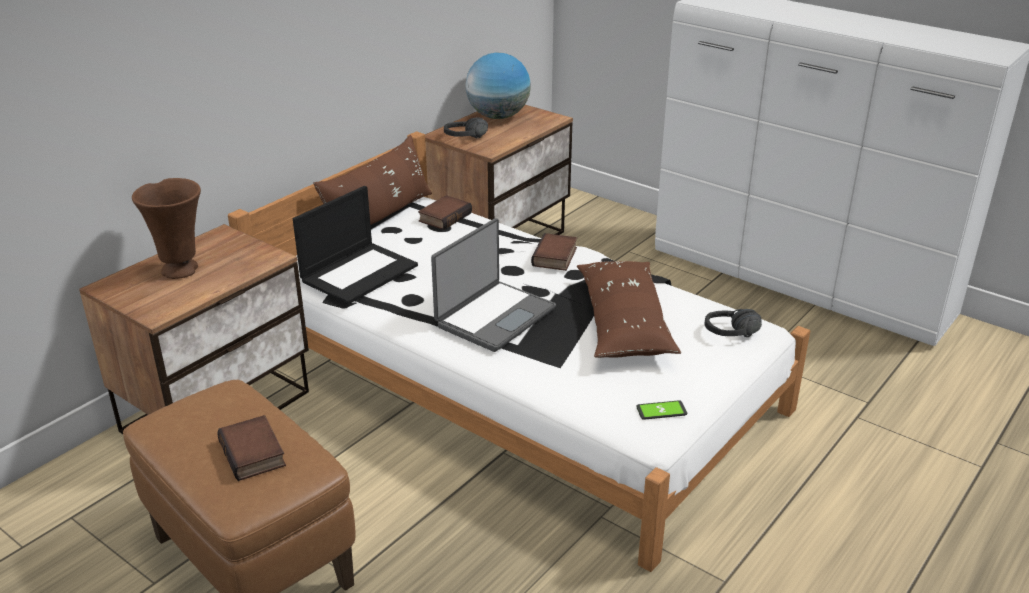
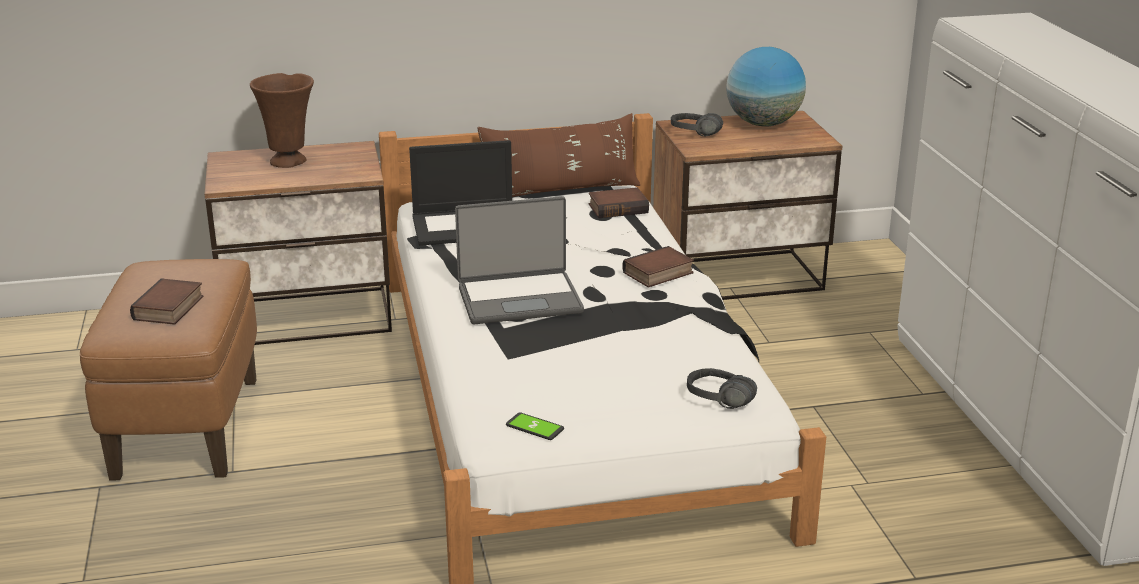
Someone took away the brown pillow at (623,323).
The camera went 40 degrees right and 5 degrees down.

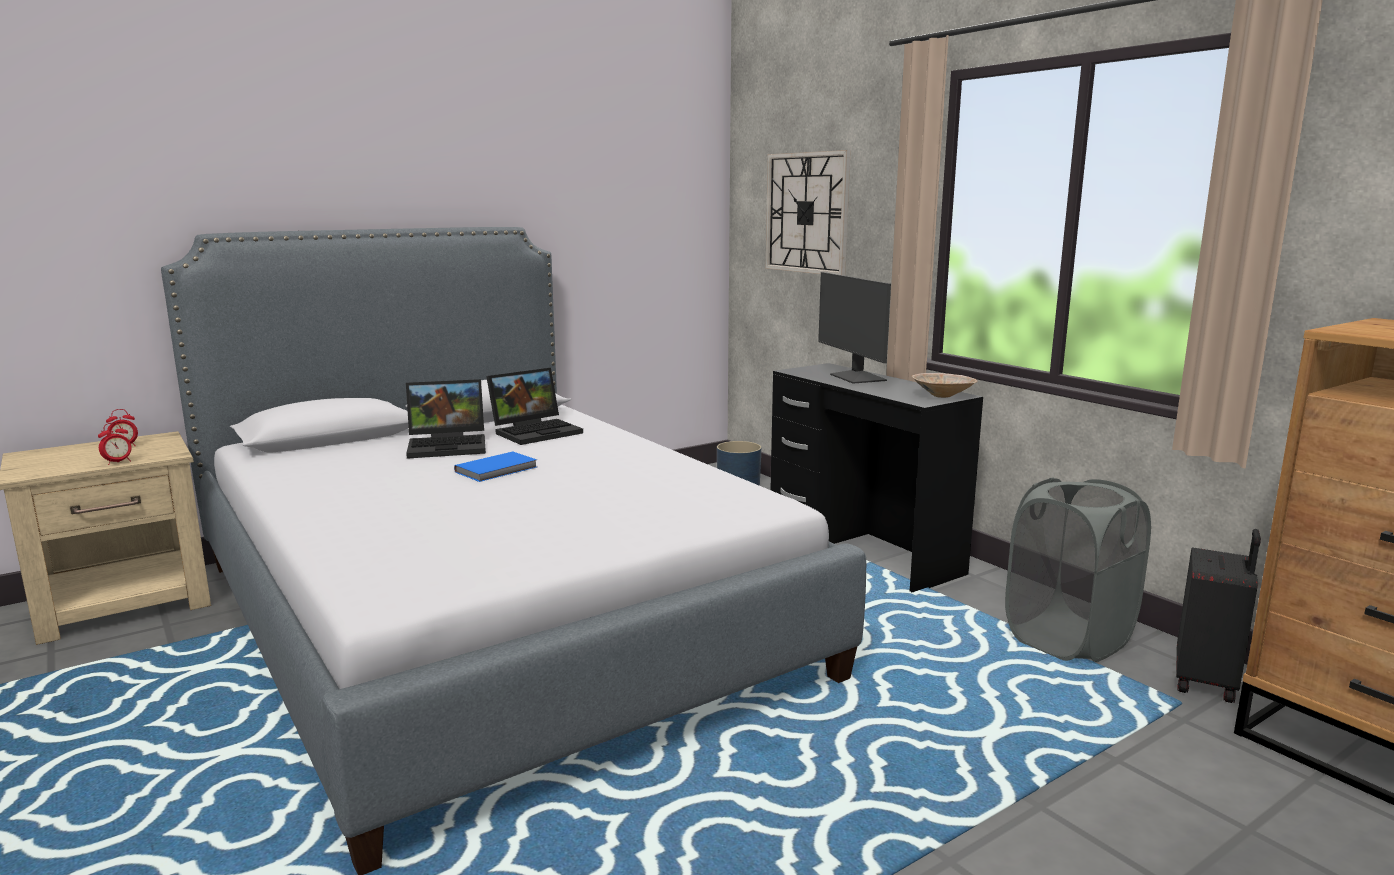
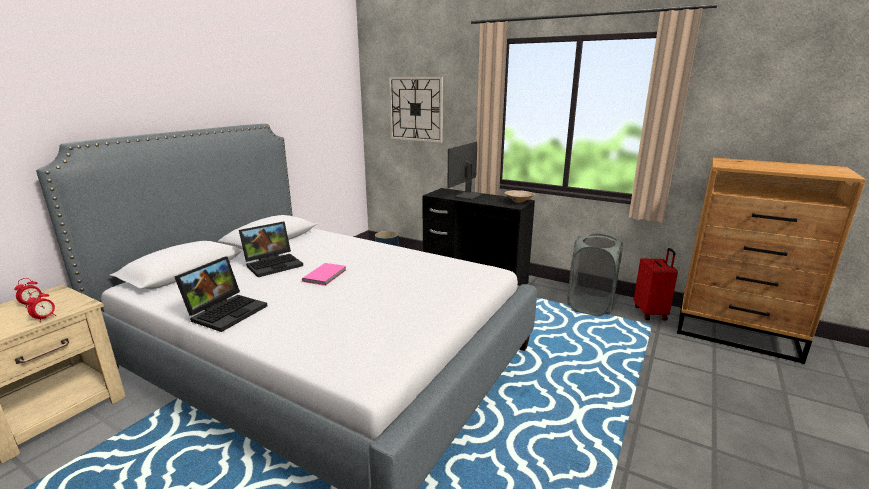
Someone rotated the monitor at (856,378) by 75 degrees clockwise.
Someone carried the laptop from (537,431) to (226,311).
Someone repainted the blue book at (498,469), which became the pink book at (326,275).
Someone repainted the black suitcase at (1207,681), which became the red suitcase at (651,313).
The camera went 25 degrees left and 5 degrees up.

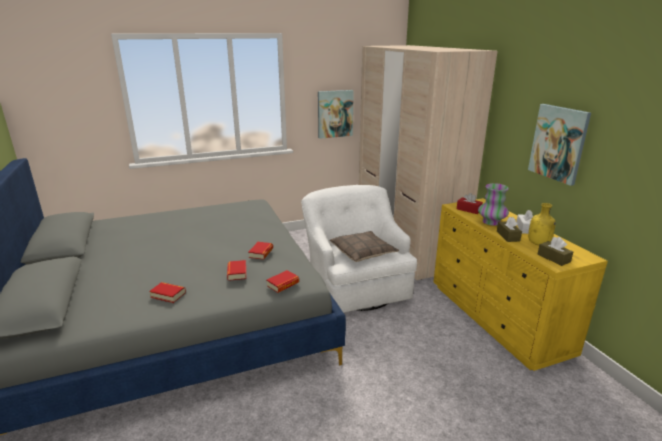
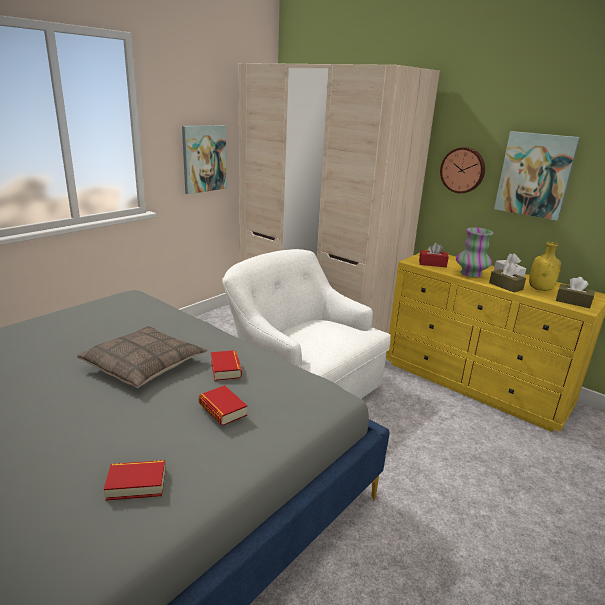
Someone carried the pillow from (363,252) to (144,365).
Someone took away the book at (283,284).
Someone put up the wall clock at (463,170).
The camera went 30 degrees left and 0 degrees up.

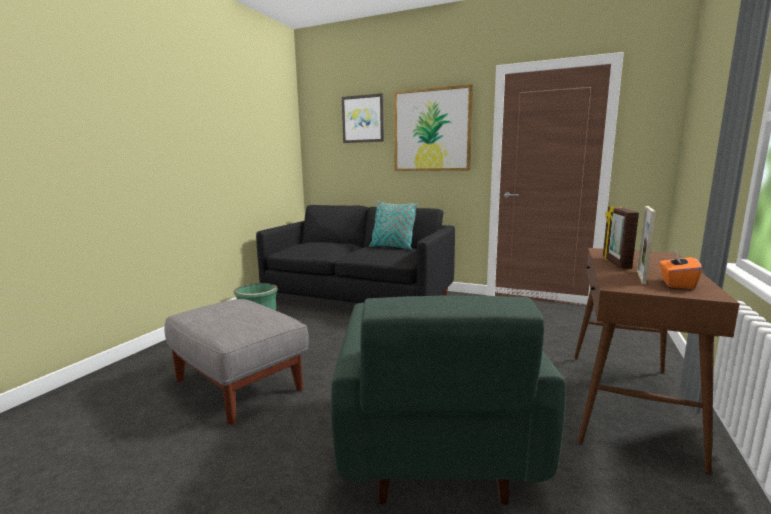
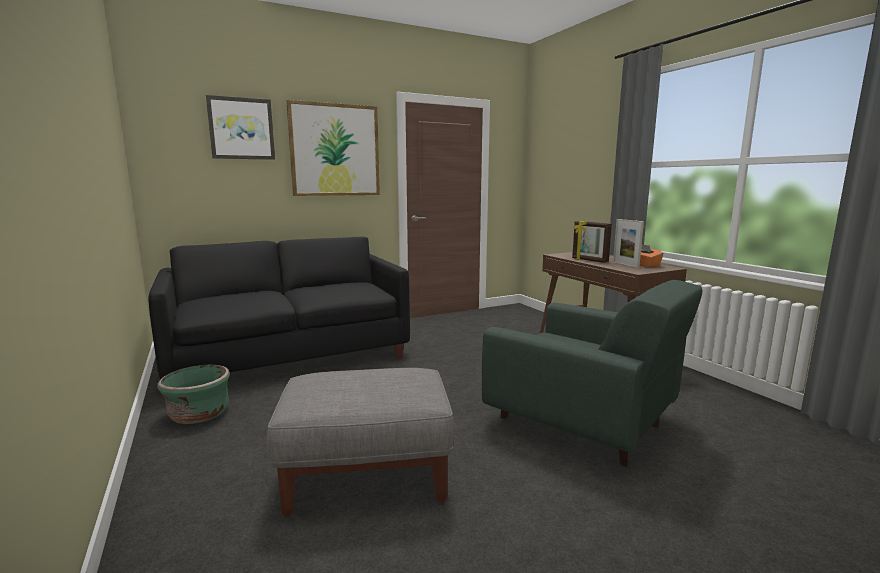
Someone took away the turquoise pillow at (392,247).
The camera went 50 degrees left and 0 degrees up.

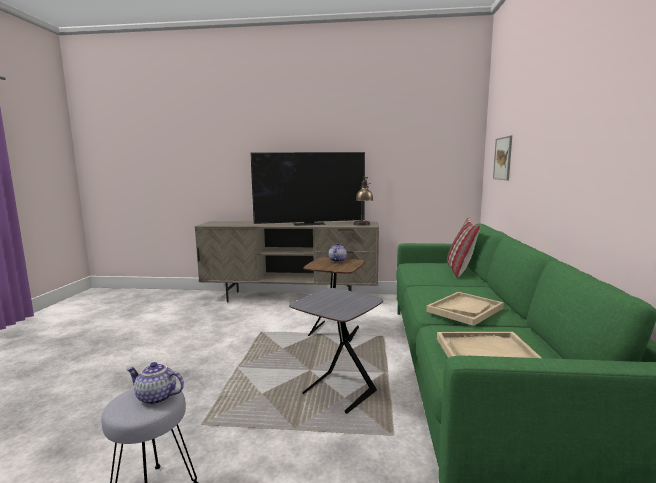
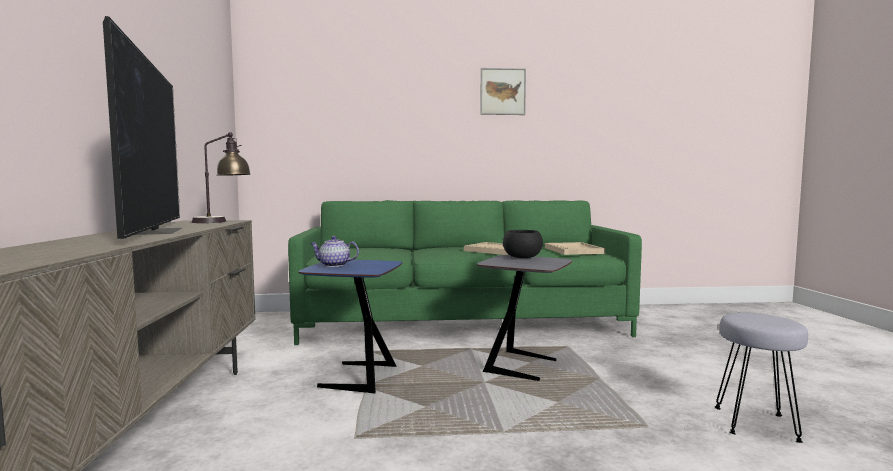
Someone carried the picture from (503,158) to (502,91).
Someone took away the pillow at (459,270).
Someone repainted the brown side table at (335,331), which became the blue side table at (355,377).
Someone took away the teapot at (155,398).
Someone put down the black bowl at (522,257).
The camera went 100 degrees left and 5 degrees down.

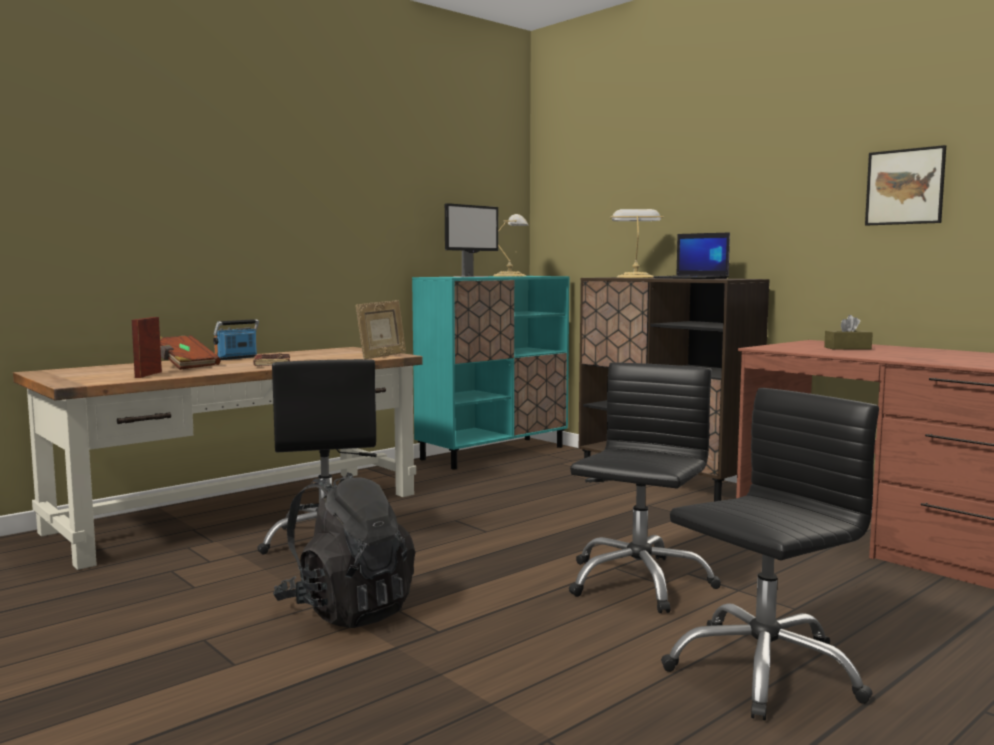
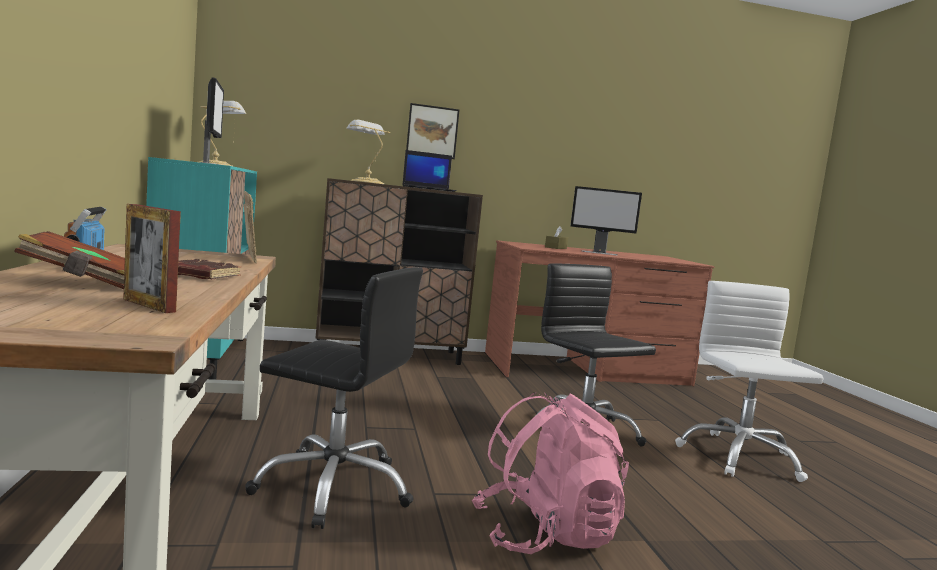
Someone carried the picture from (904,187) to (432,131).
Someone repainted the black office chair at (763,670), which became the white office chair at (739,457).
Someone repainted the black backpack at (347,610), which became the pink backpack at (545,535).
Someone put down the monitor at (599,253).
The camera went 60 degrees left and 0 degrees up.

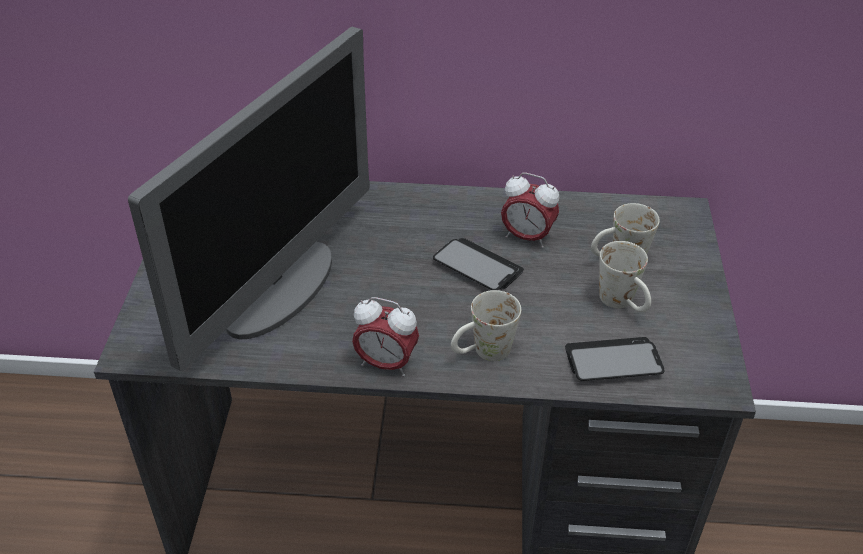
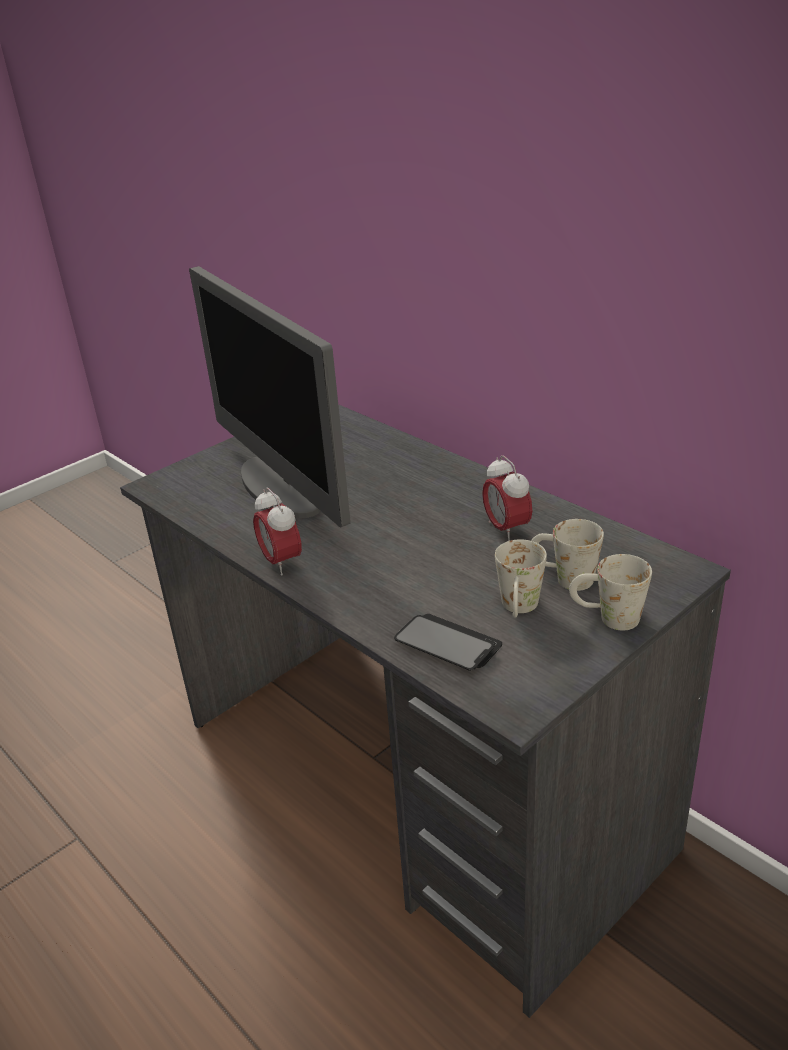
Someone rotated the monitor at (281,289) by 75 degrees clockwise.
Someone took away the phone at (477,266).
Someone carried the white mug from (482,353) to (607,618).
The camera went 45 degrees right and 10 degrees down.

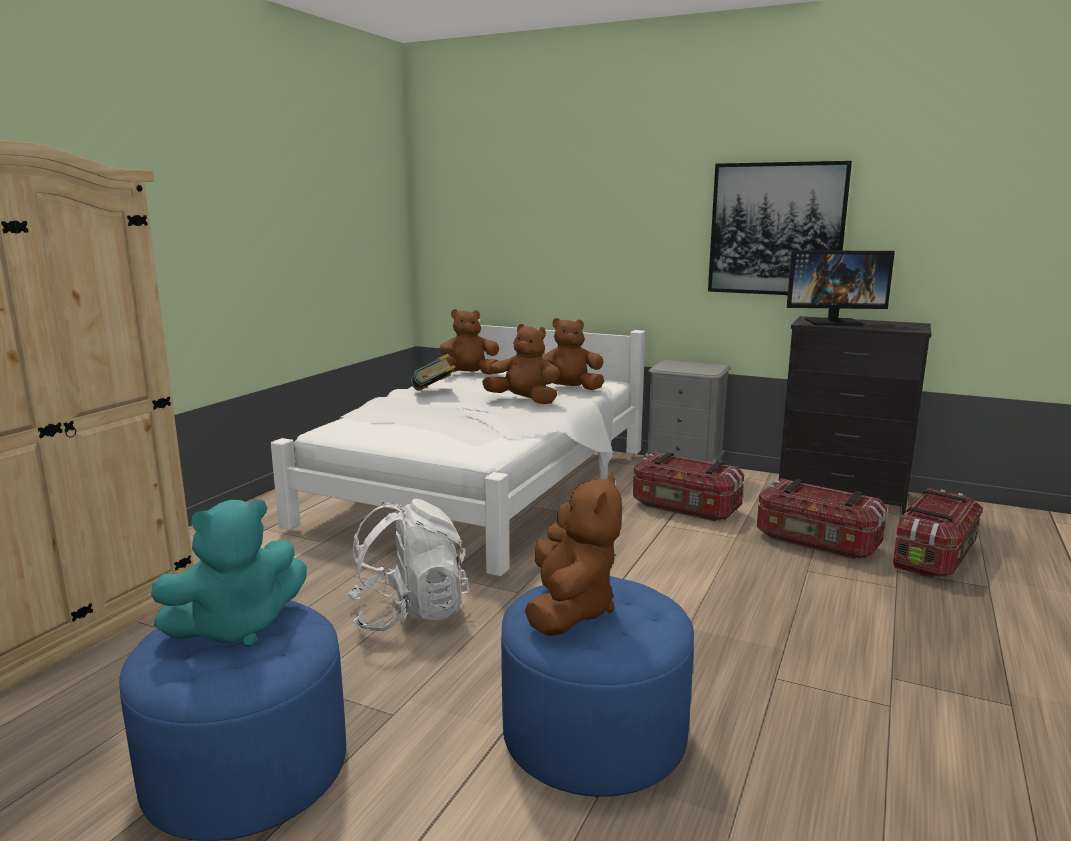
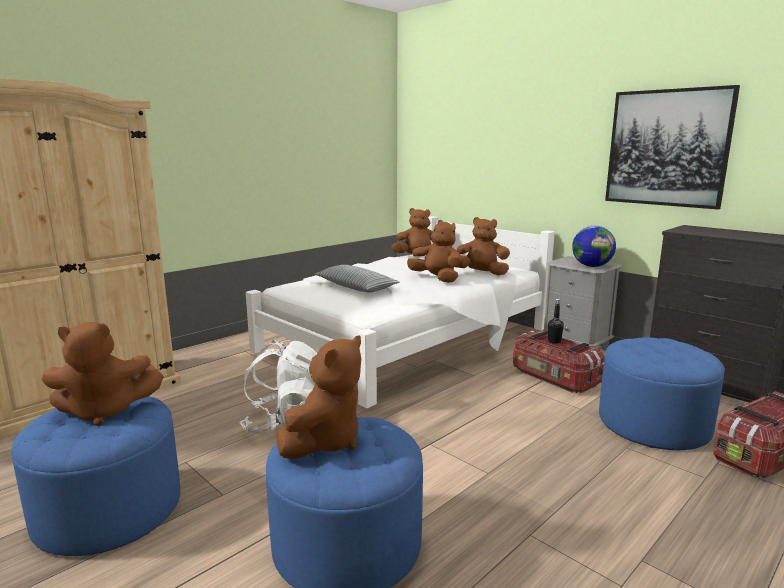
Someone took away the monitor at (833,322).
Someone took away the book at (433,392).
Someone swapped the storage box at (816,542) for the blue ottoman at (653,424).
Someone repainted the turquoise plush toy at (237,628), which became the brown plush toy at (105,411).
Someone put down the globe at (592,266).
Someone put down the pillow at (356,287).
Someone put down the black bottle at (554,341).
The camera went 20 degrees right and 0 degrees up.

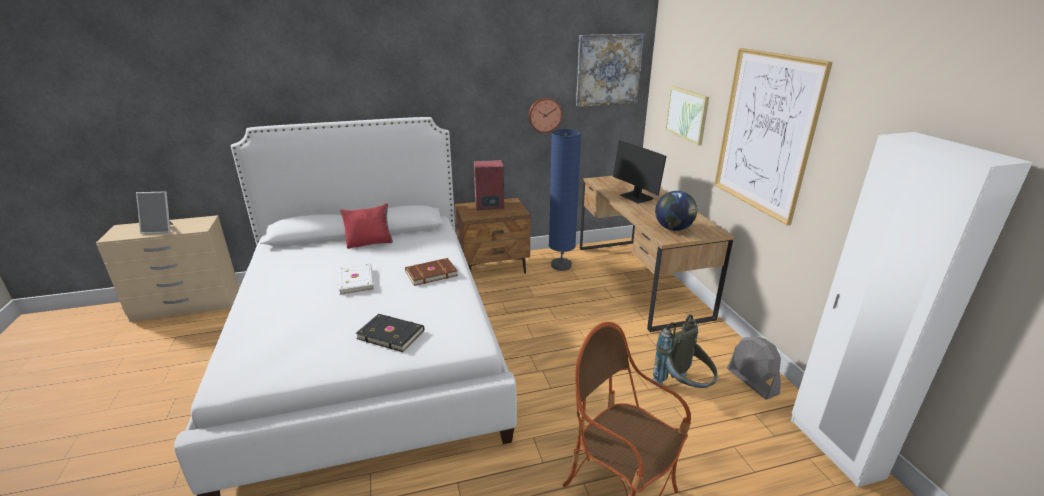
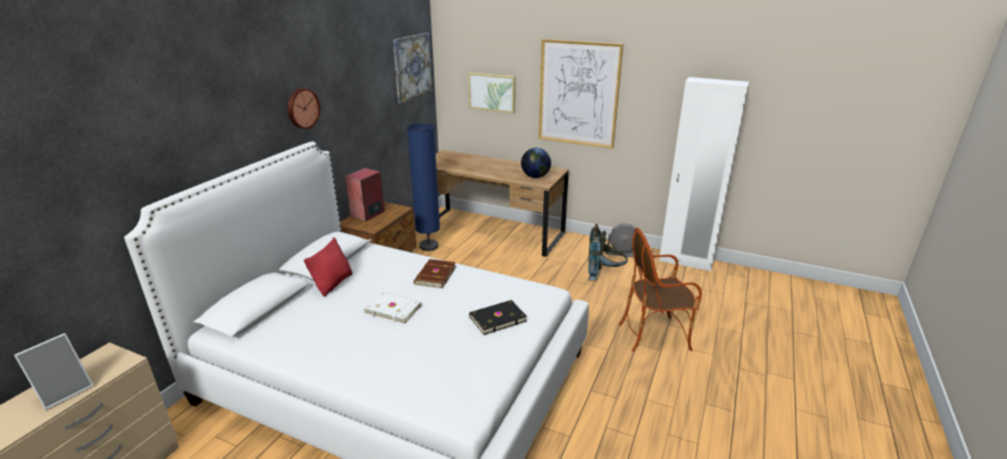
Someone carried the wall clock from (544,115) to (302,108).
Someone took away the monitor at (636,197).
The camera went 50 degrees left and 0 degrees up.

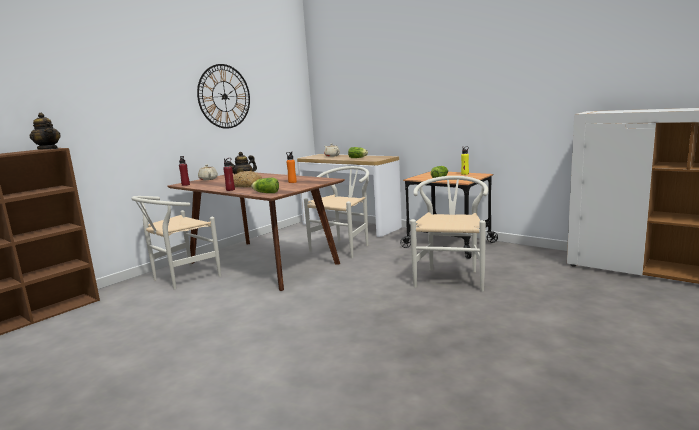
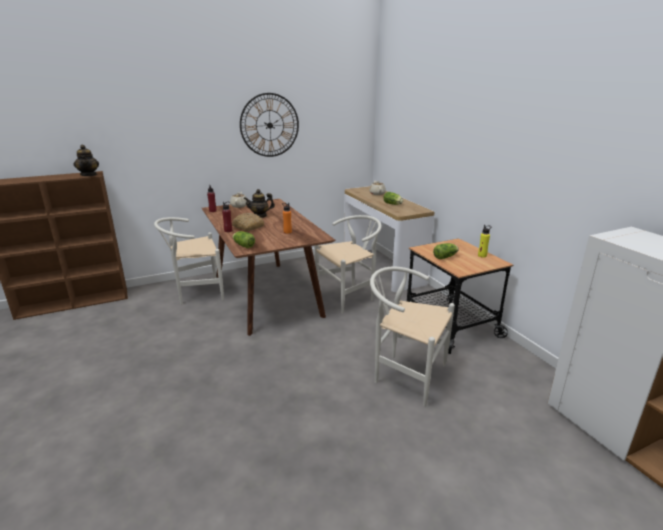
Someone rotated the white chair at (451,277) by 105 degrees counterclockwise.
The camera went 25 degrees right and 10 degrees up.

